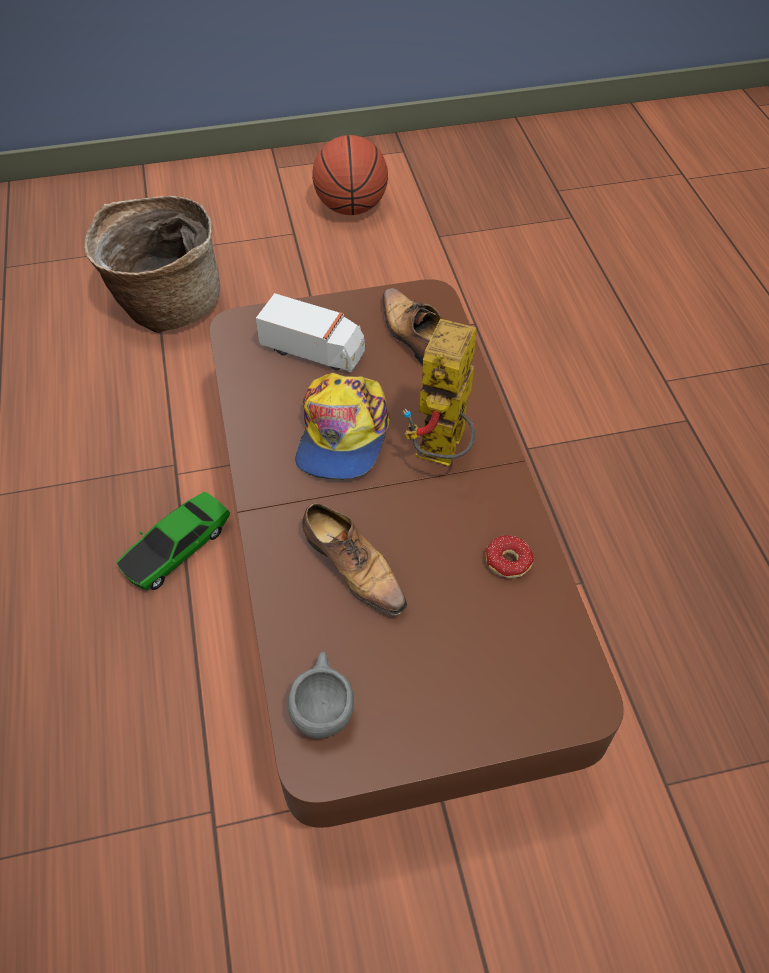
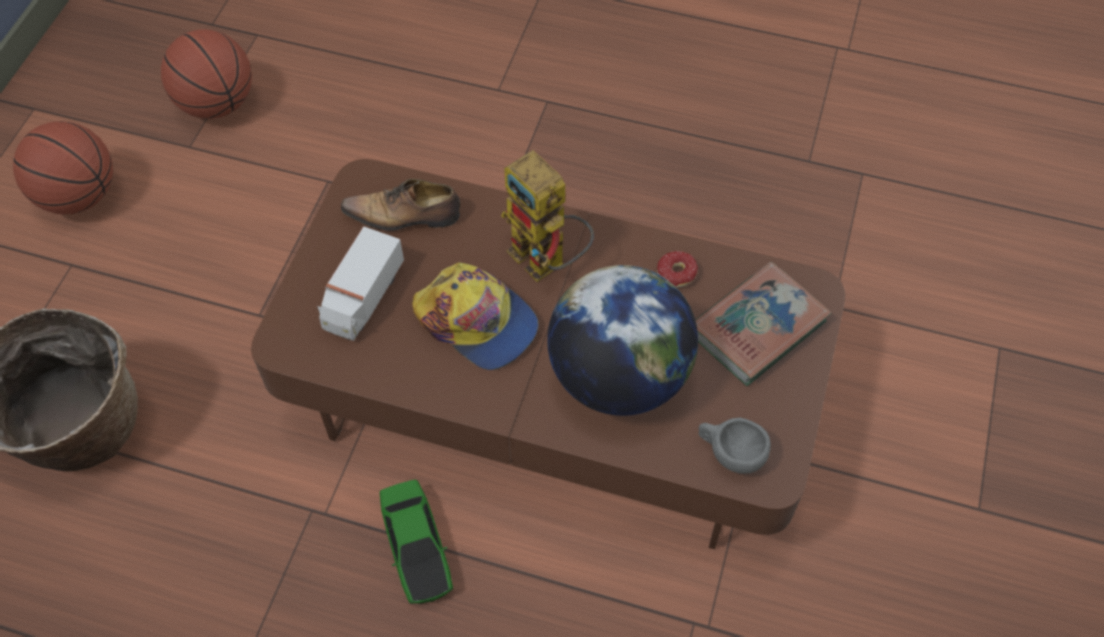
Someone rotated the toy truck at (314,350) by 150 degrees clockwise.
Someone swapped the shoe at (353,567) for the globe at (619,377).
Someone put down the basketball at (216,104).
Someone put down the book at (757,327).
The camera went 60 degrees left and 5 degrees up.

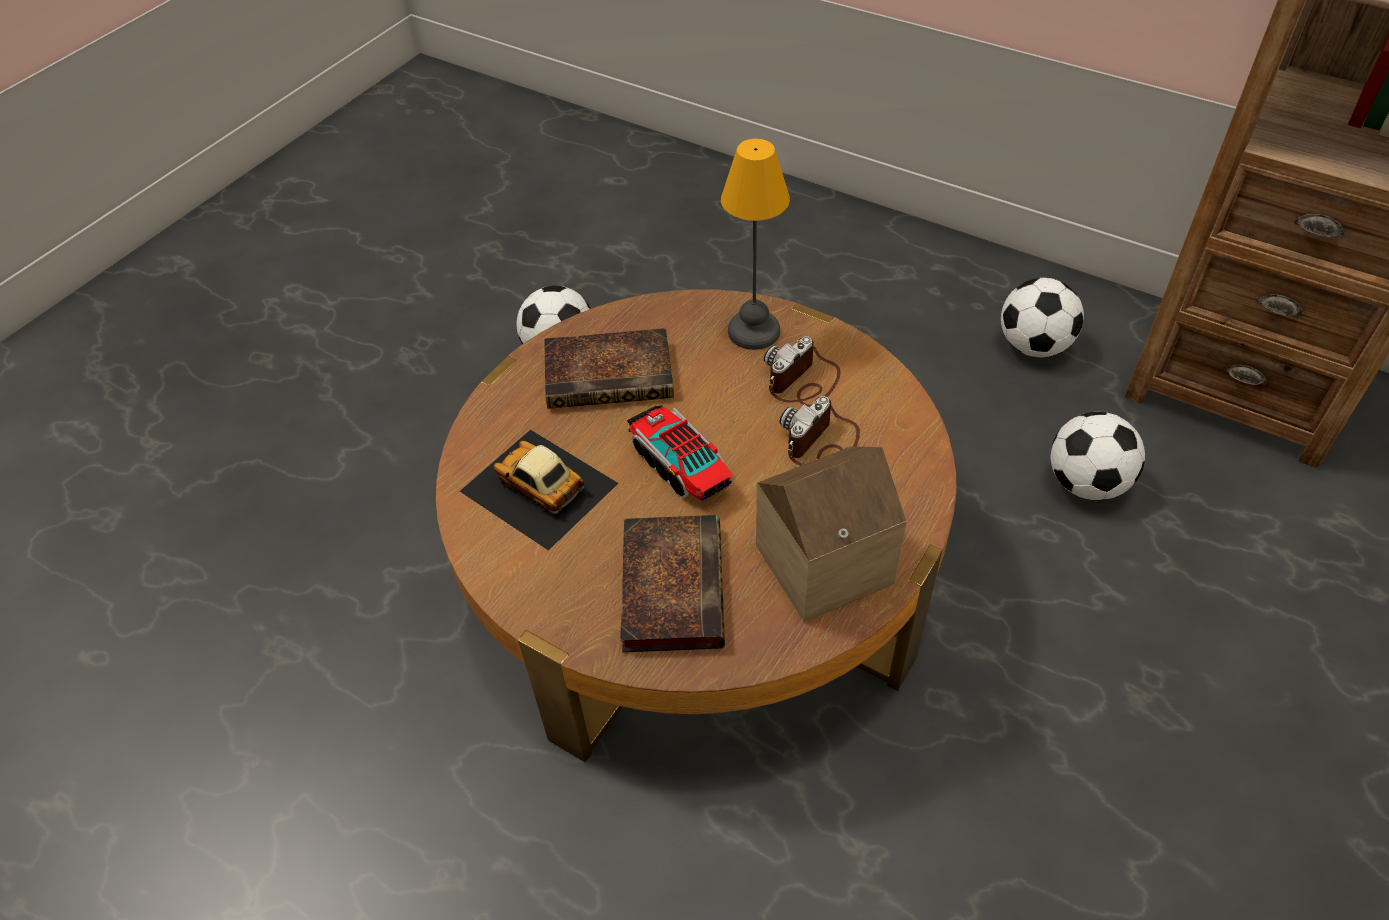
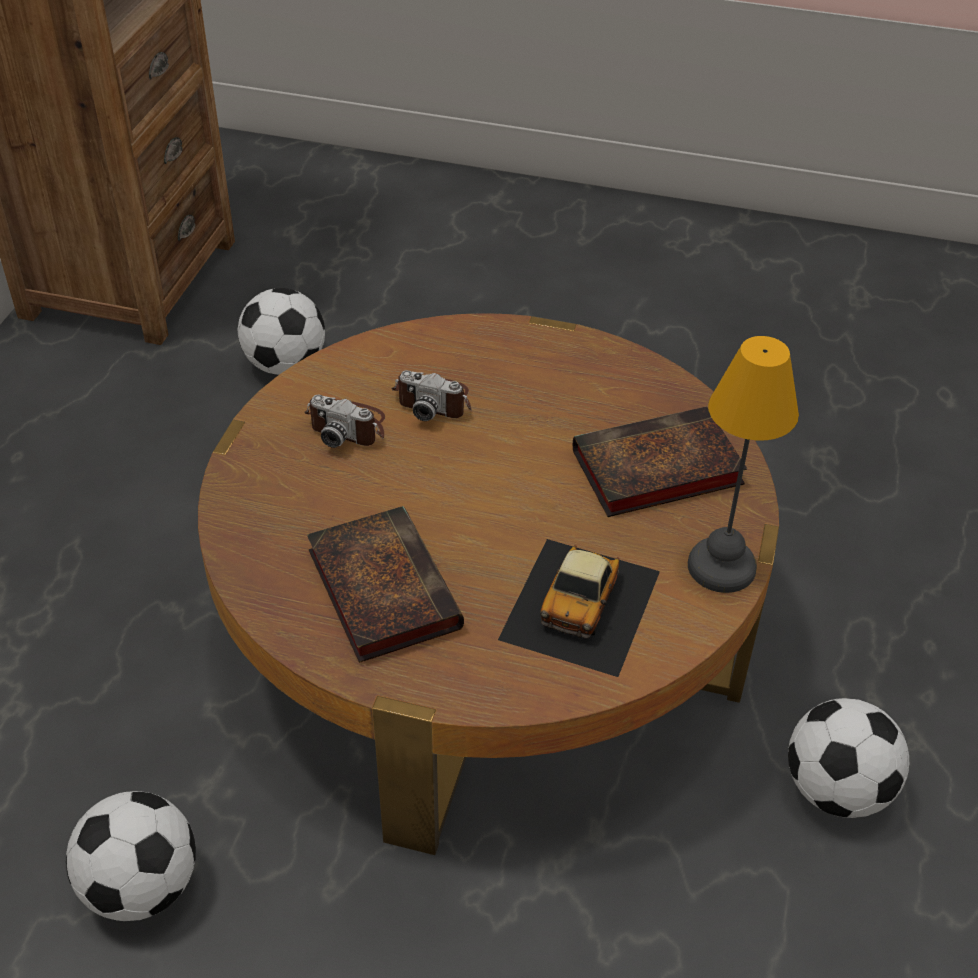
Someone carried the table lamp from (753,330) to (719,567).
Someone carried the football from (1033,346) to (836,790).
Someone took away the toy truck at (680,464).
Someone took away the toy house at (819,559).
The camera went 110 degrees left and 5 degrees down.

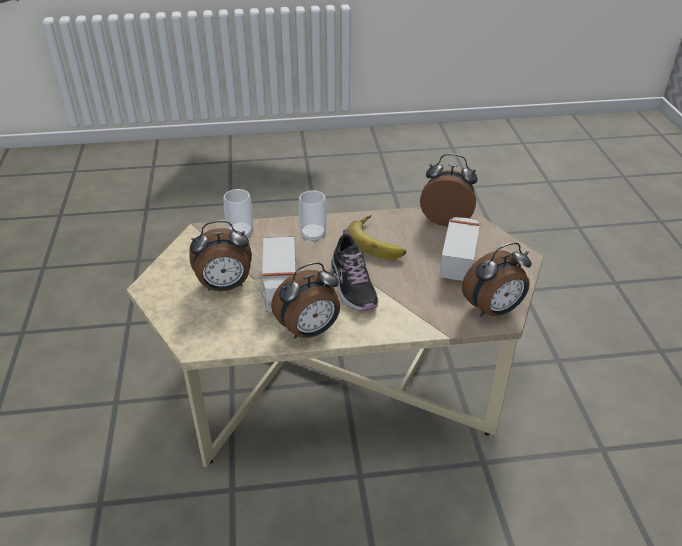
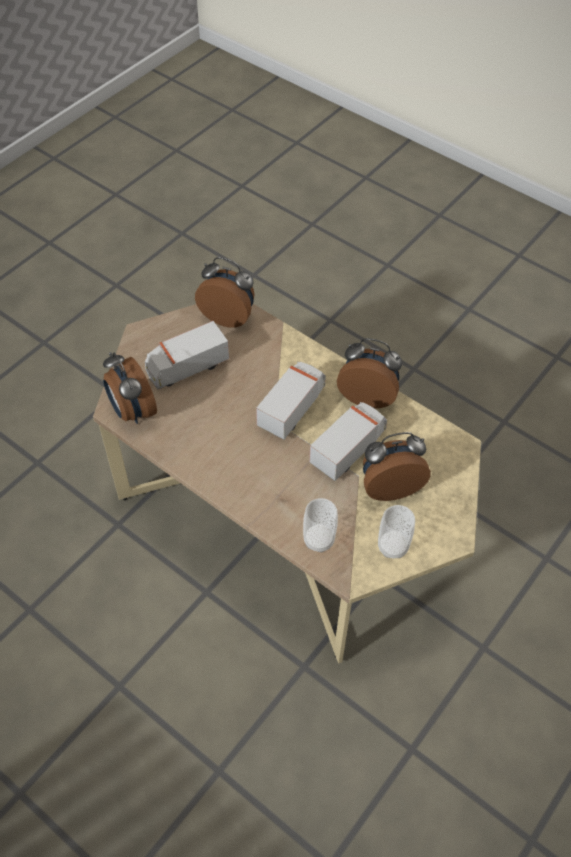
Someone carried the cup from (313,235) to (392,546).
Someone took away the banana at (379,241).
Someone rotated the alarm clock at (225,286) by 45 degrees counterclockwise.
Someone swapped the shoe at (353,285) for the toy truck at (292,407).
The camera went 135 degrees left and 15 degrees up.

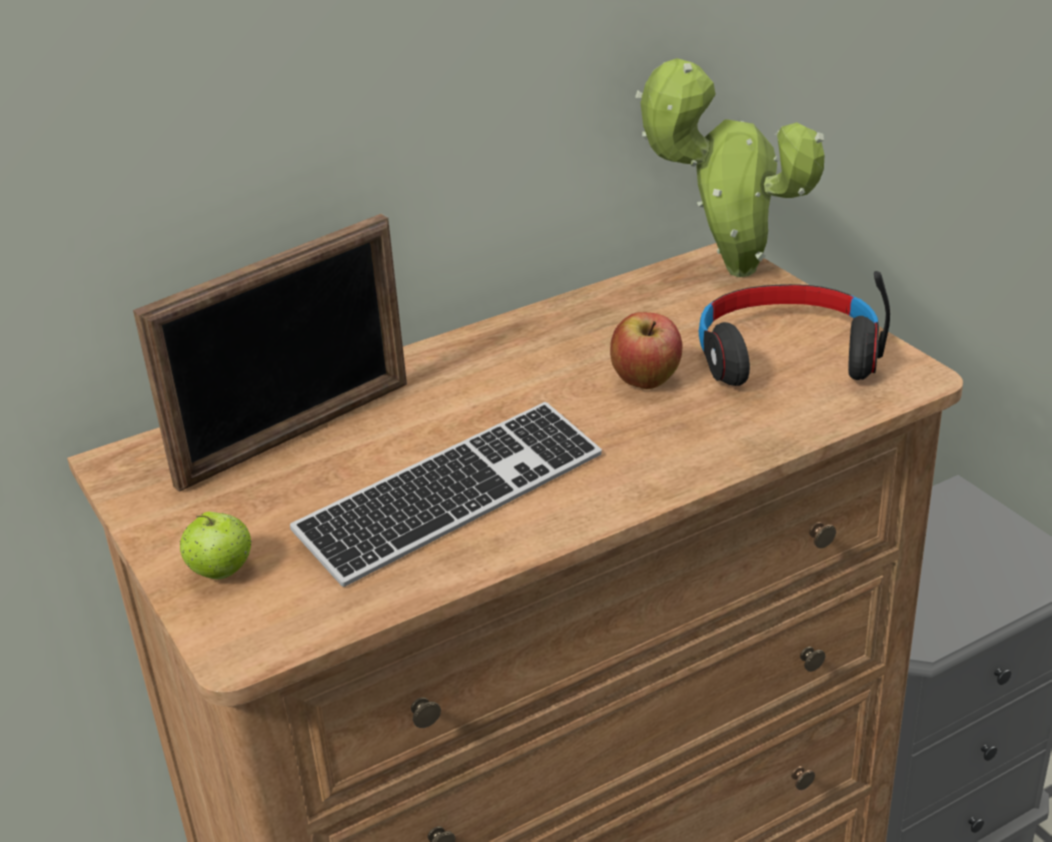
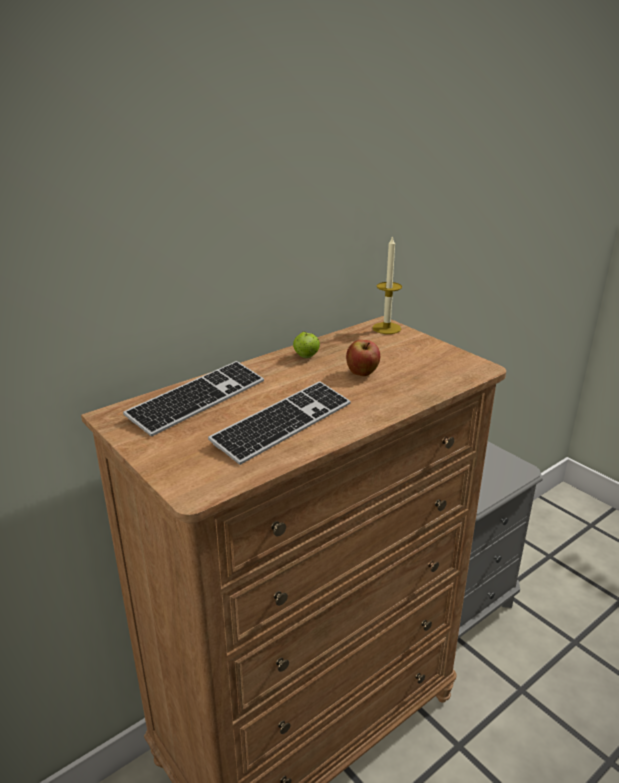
Someone swapped the potted plant at (729,270) for the candle at (386,328).
Someone swapped the picture frame at (296,434) for the keyboard at (198,400).
Someone took away the black headphones at (787,355).
Someone carried the apple from (221,572) to (306,356).
The camera went 10 degrees left and 5 degrees down.

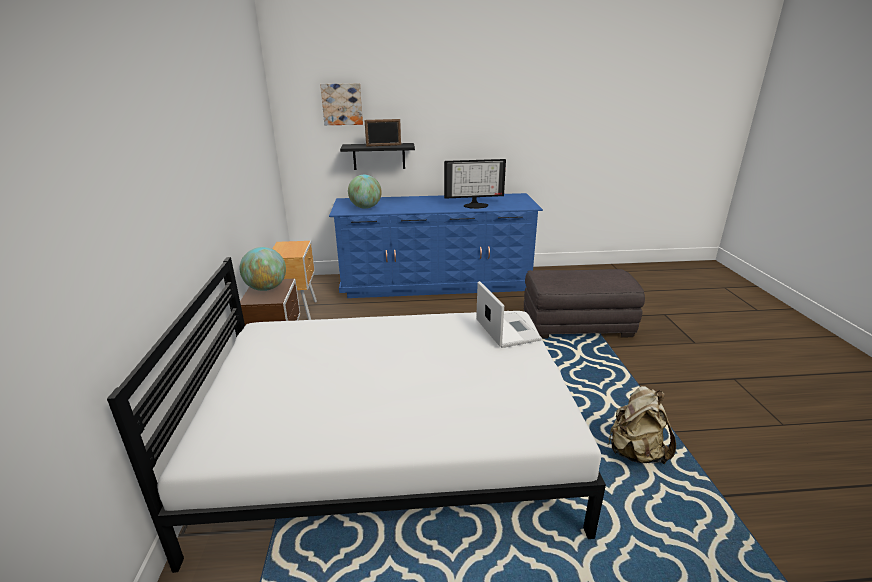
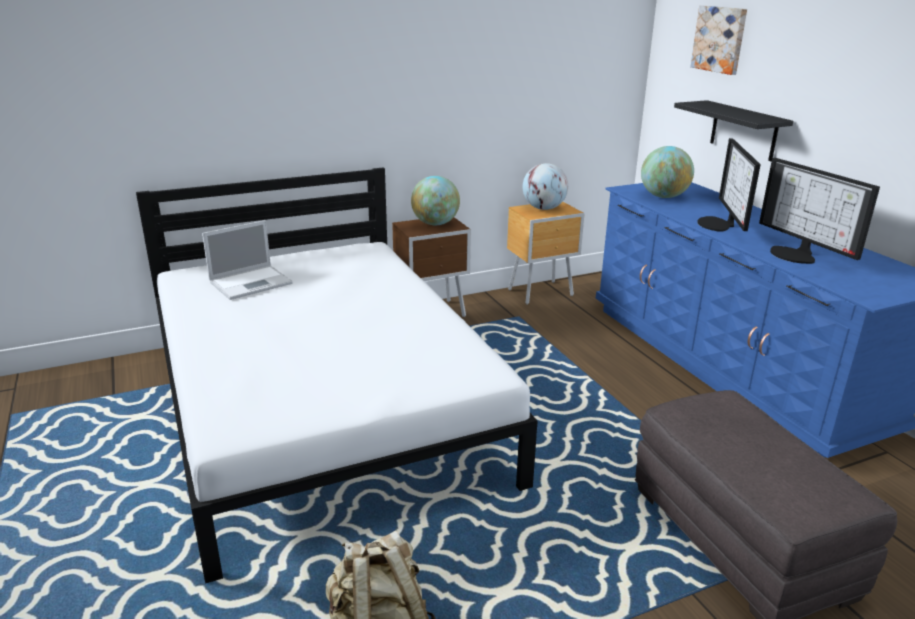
Someone took away the picture frame at (383,145).
Someone carried the laptop from (506,330) to (252,282).
Someone put down the monitor at (719,224).
Someone put down the globe at (543,208).
The camera went 70 degrees right and 0 degrees up.

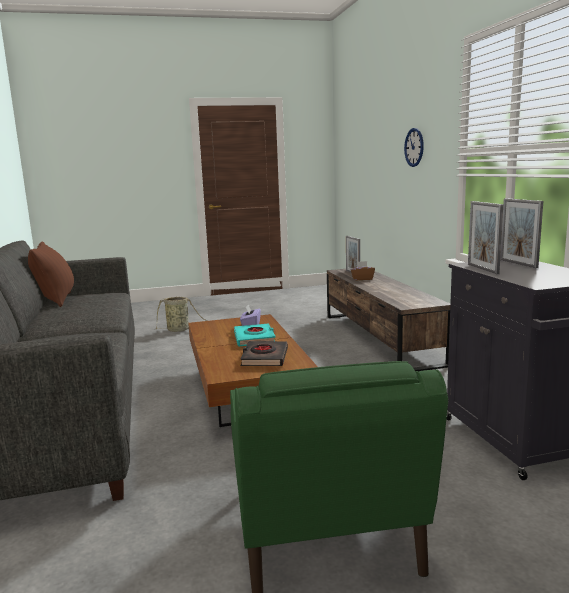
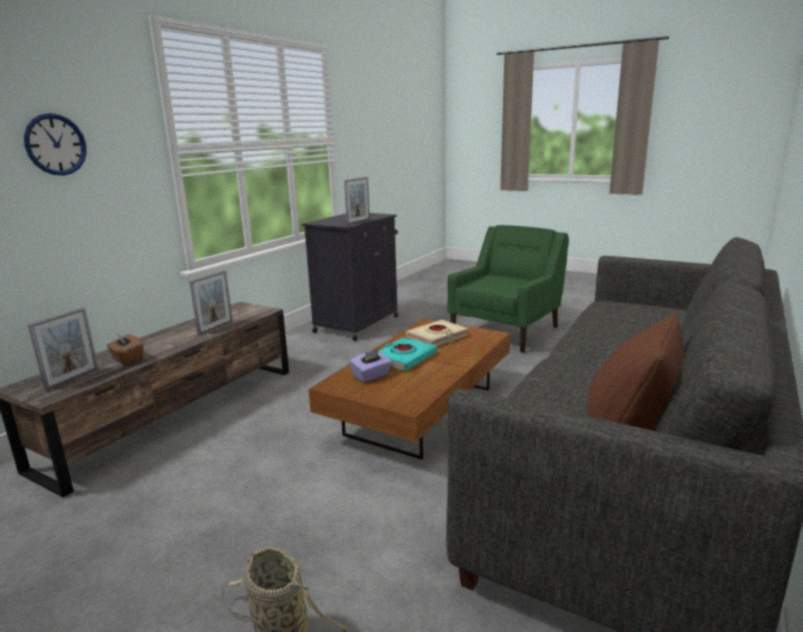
Someone carried the picture frame from (518,263) to (215,328).
Someone repainted the black book at (264,358), which became the beige book at (437,337).
The camera went 135 degrees left and 5 degrees up.

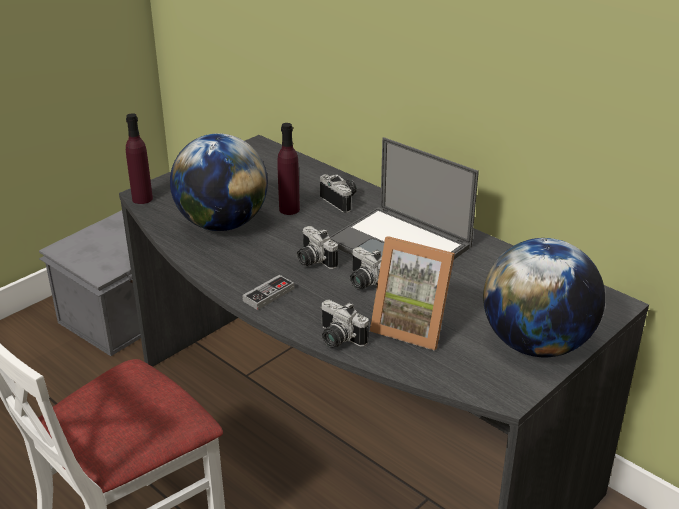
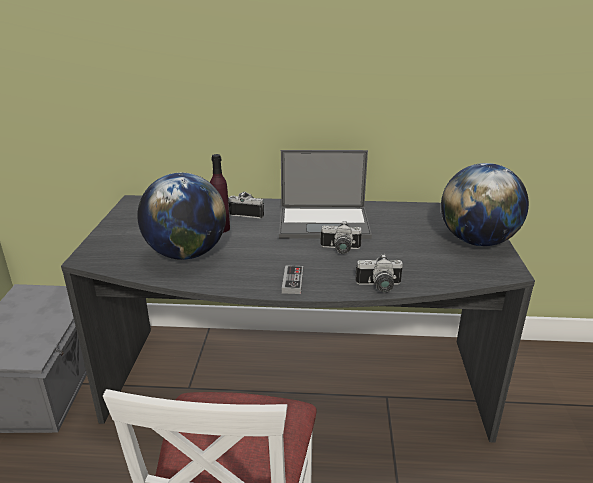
Someone took away the purple bottle at (142,199).
Someone took away the photo camera at (312,261).
Someone took away the picture frame at (412,326).
The camera went 40 degrees left and 5 degrees down.

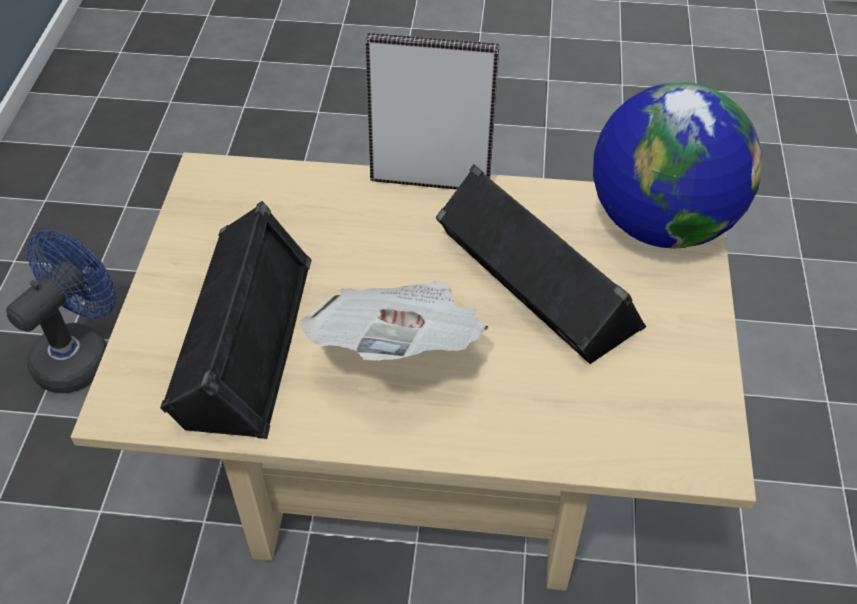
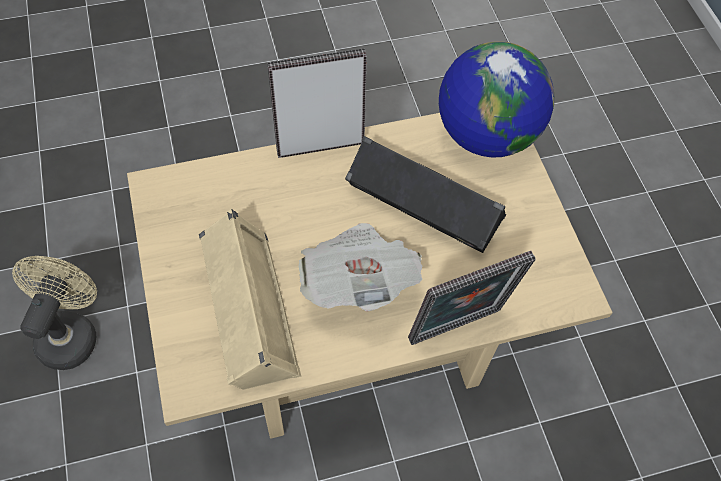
Someone repainted the black speaker at (240,338), which became the beige speaker at (246,309).
Someone repainted the blue fan at (81,353), which became the beige fan at (70,332).
Someone put down the picture frame at (457,329).
The camera went 25 degrees left and 10 degrees up.

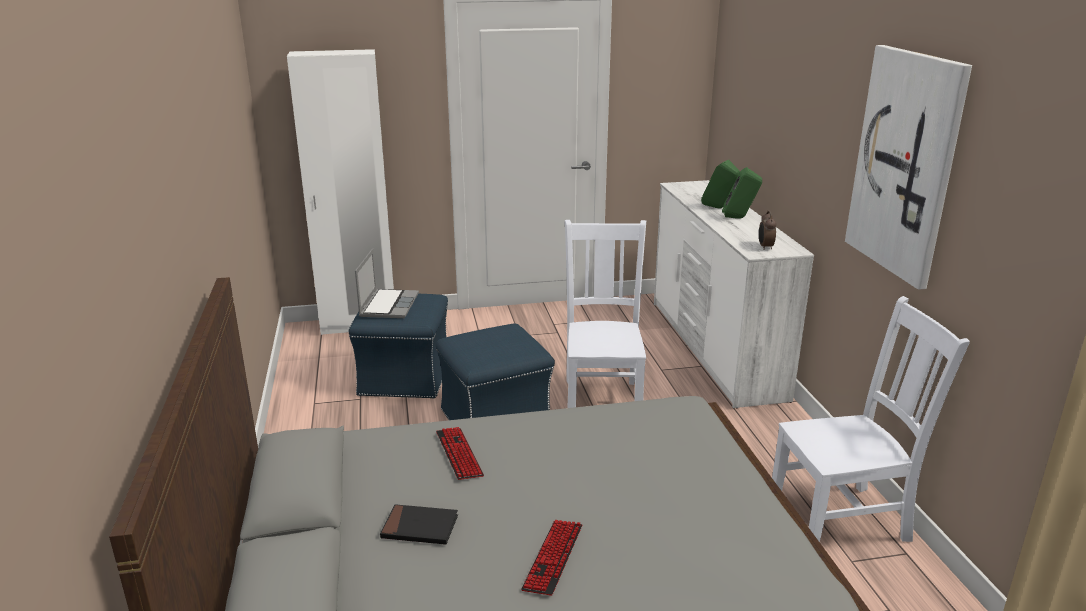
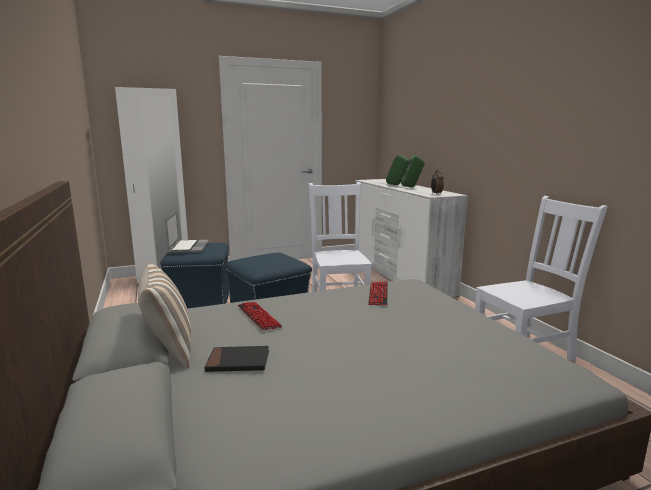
Someone took away the picture at (906,164).
Someone carried the keyboard from (553,558) to (378,294).
Someone put down the pillow at (169,350).
The camera went 10 degrees left and 10 degrees down.

